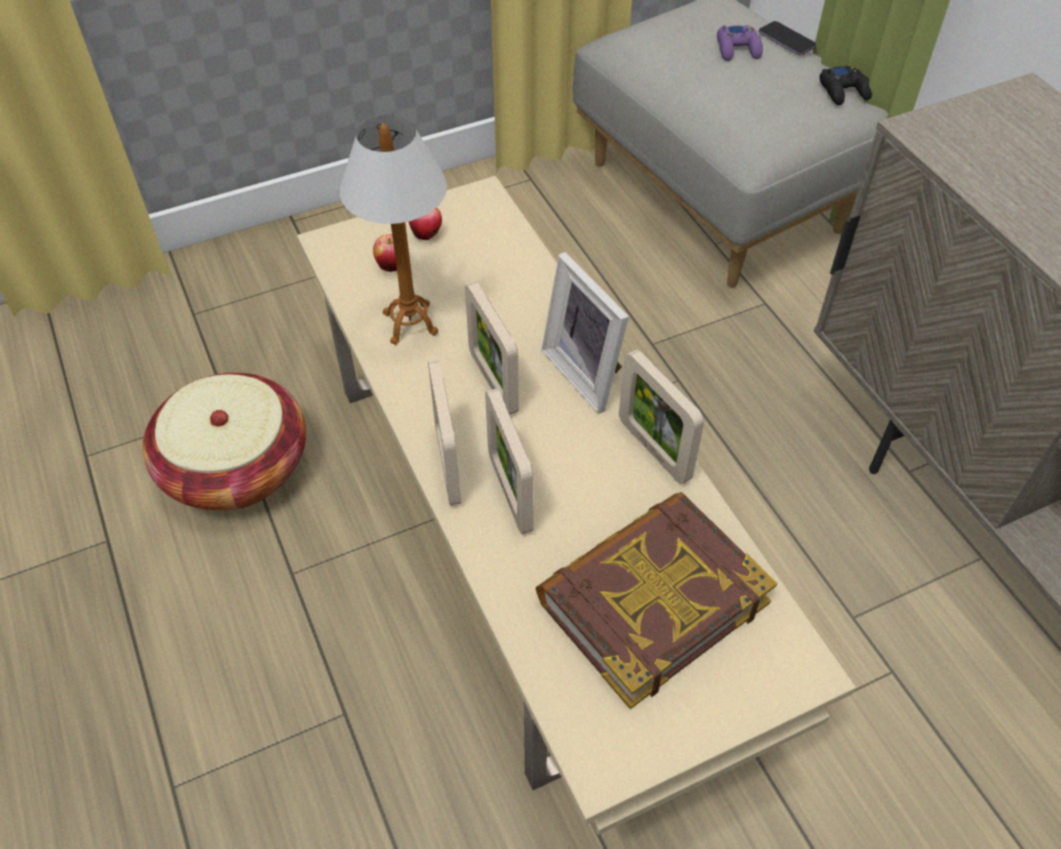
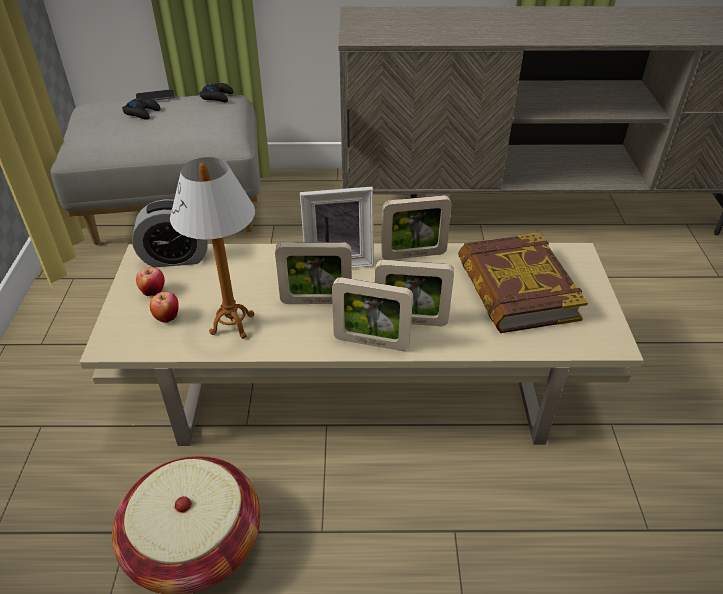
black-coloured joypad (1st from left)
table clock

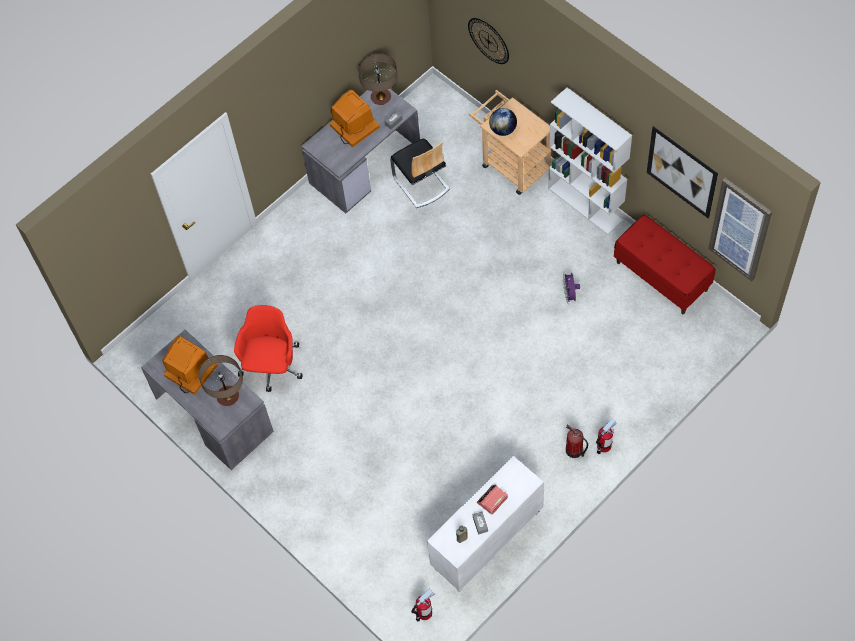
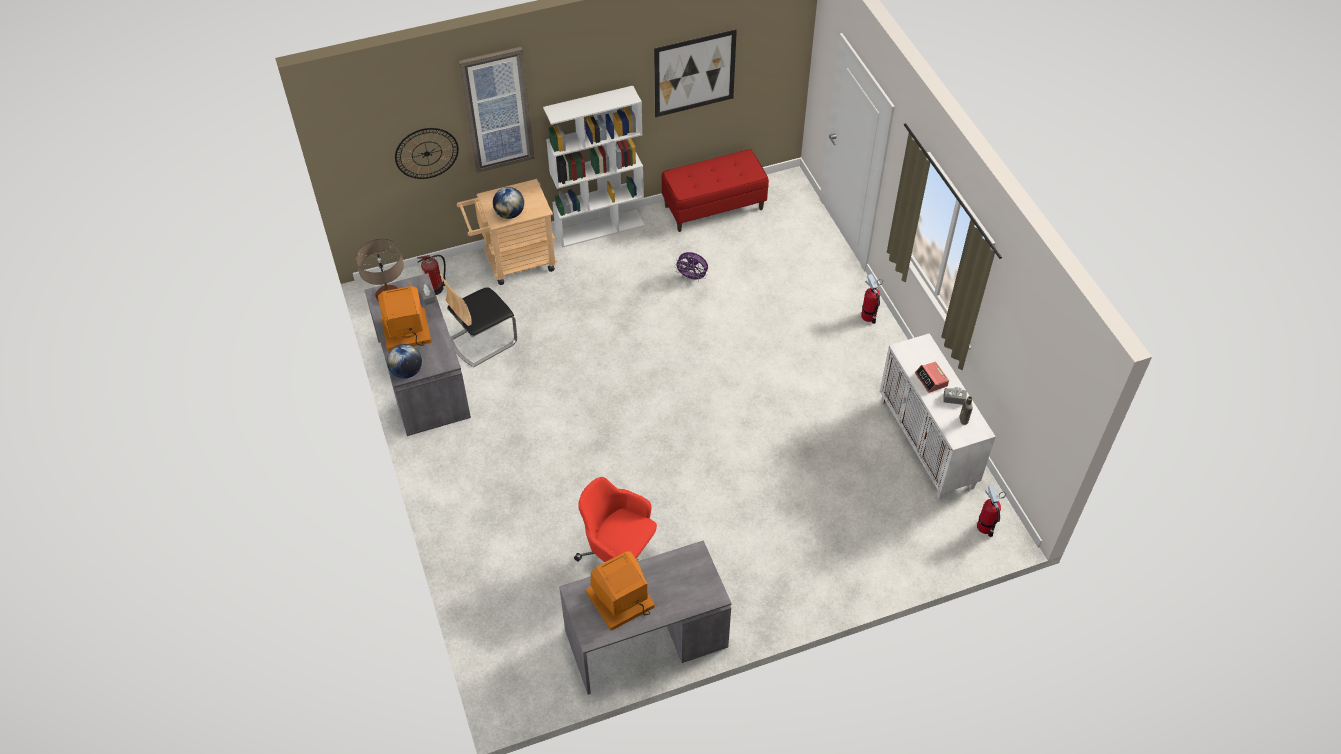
tabletop lamp (1st from left in the first image)
chair
fire-fighting cylinder (1st from left)
wall picture (1st from left)
globe (1st from left)

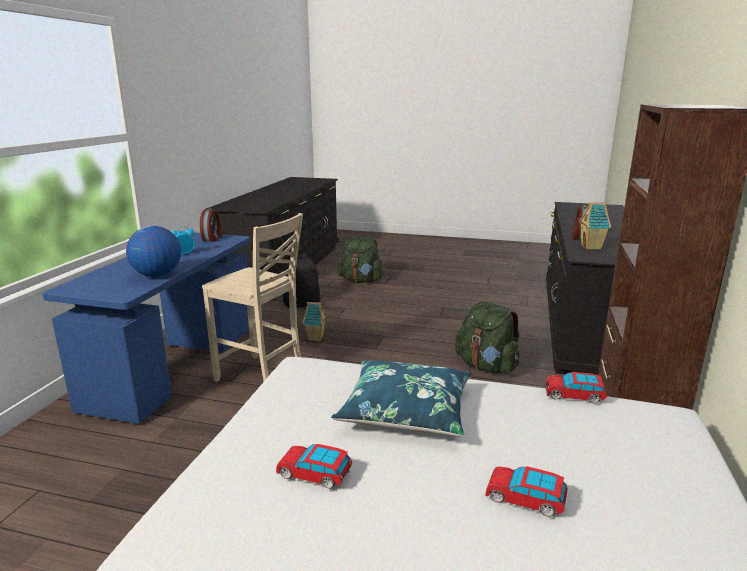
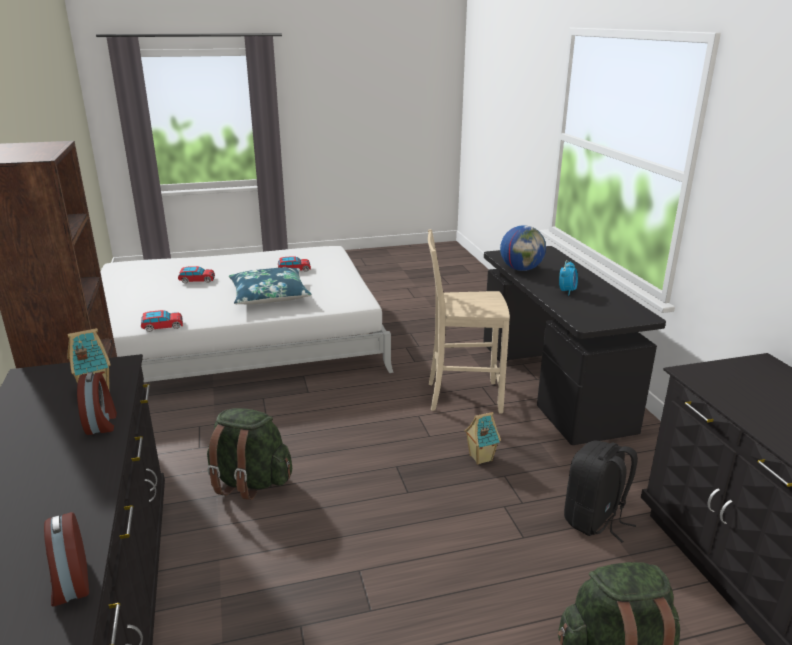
black-coloured desk
table clock (1st from left)

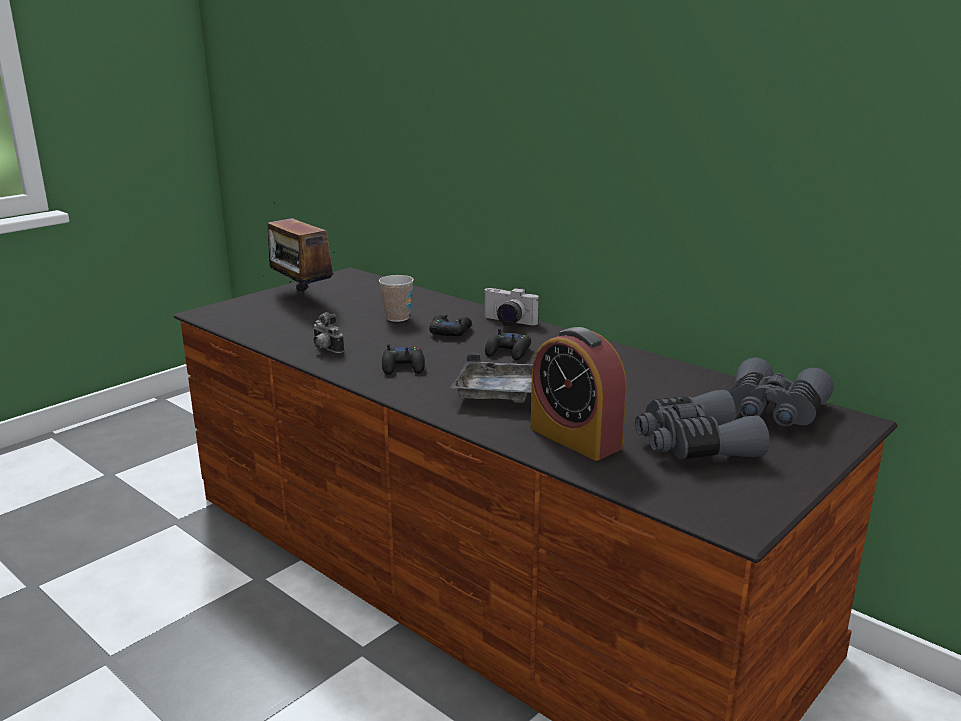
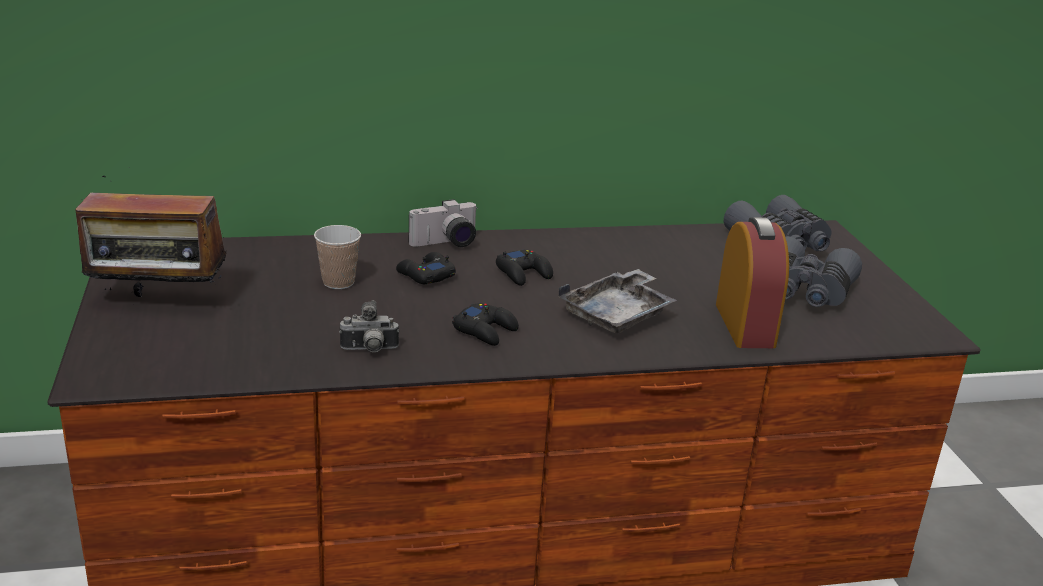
table clock

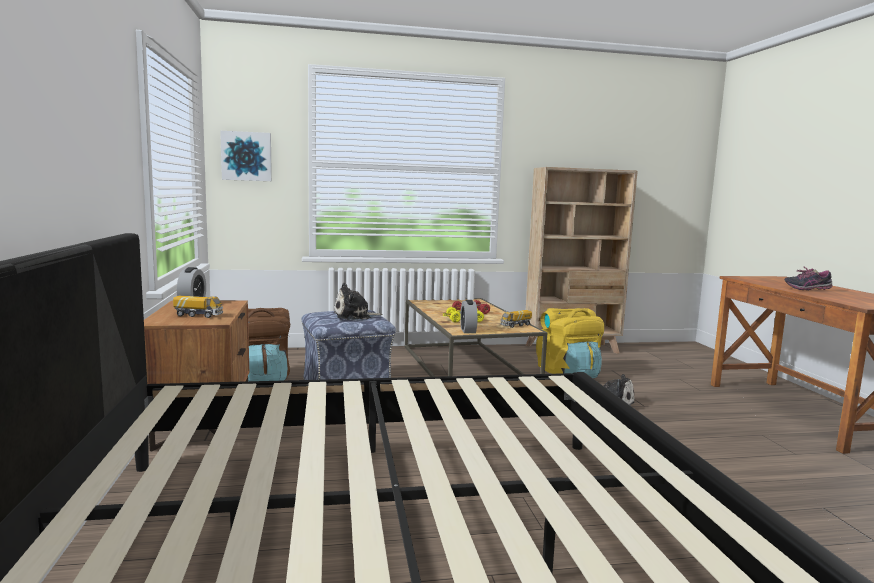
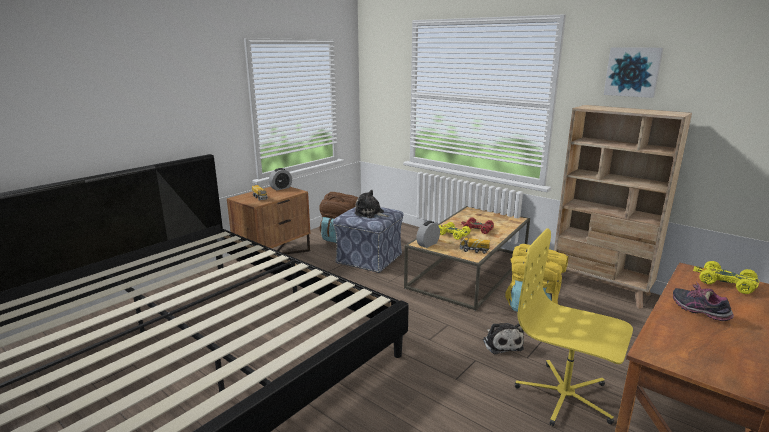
wall picture
yellow office chair
yellow toy car (2nd from left)

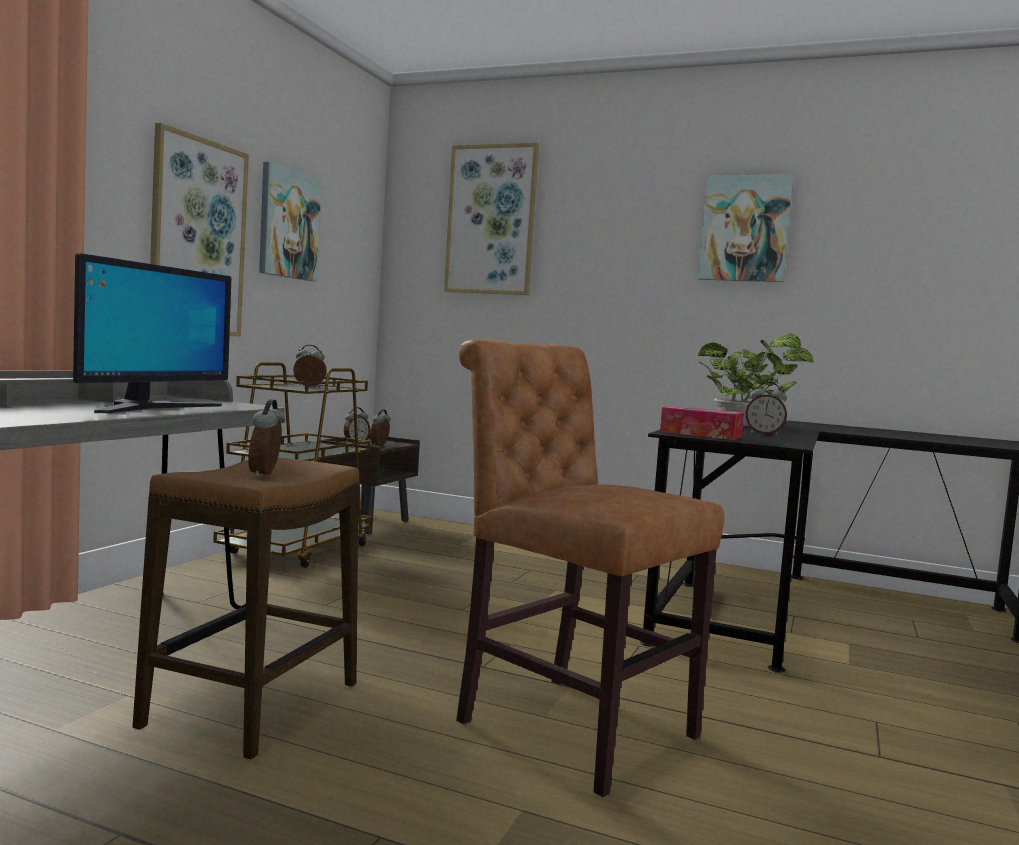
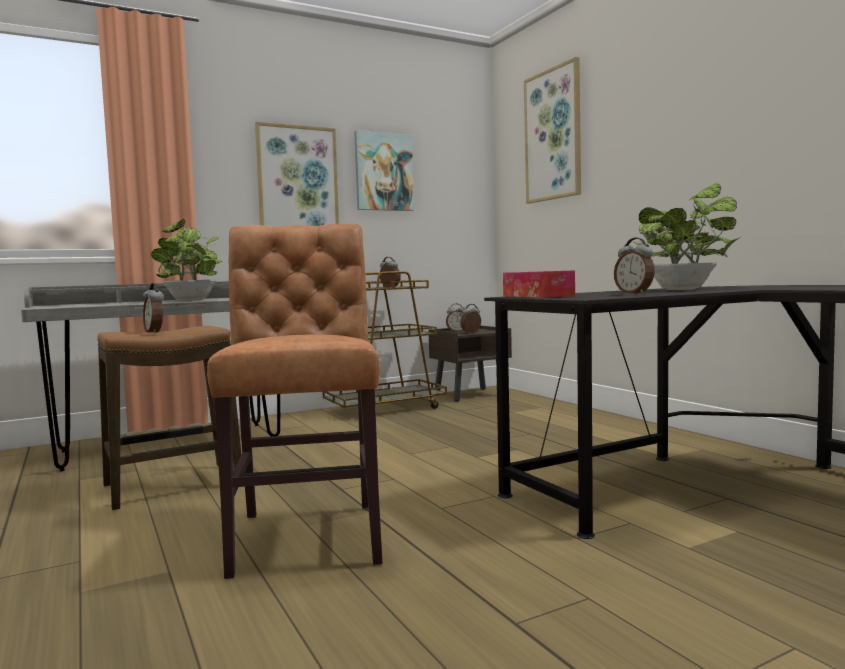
potted plant (1st from left)
table clock (1st from left)
wall picture (4th from left in the first image)

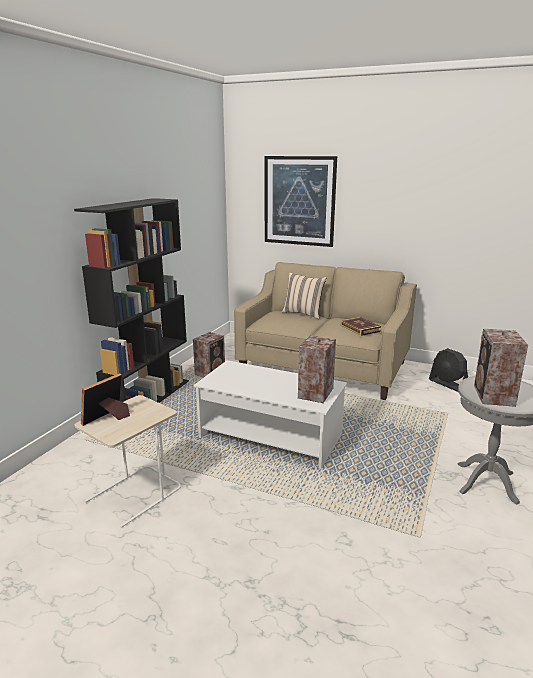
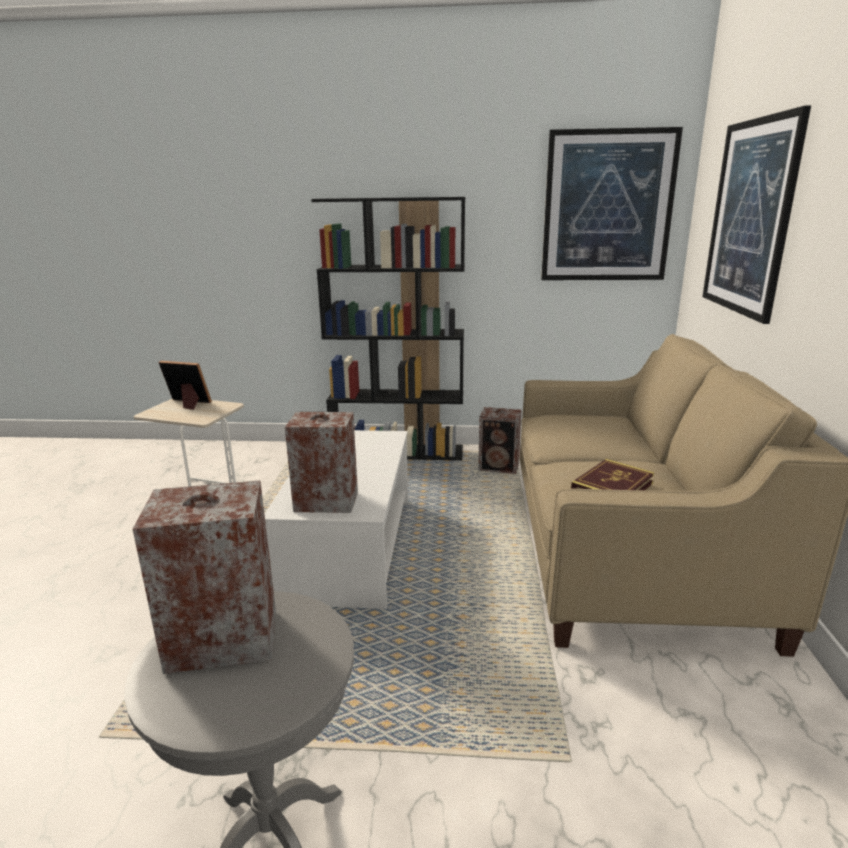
beige throw pillow
black-coloured fan
wall picture (1st from left)

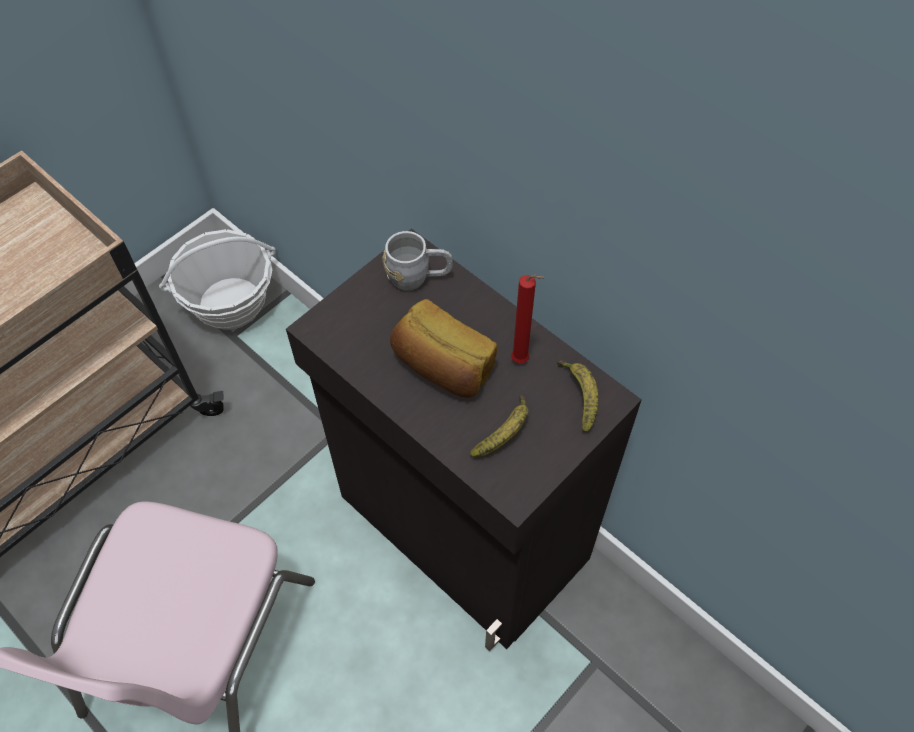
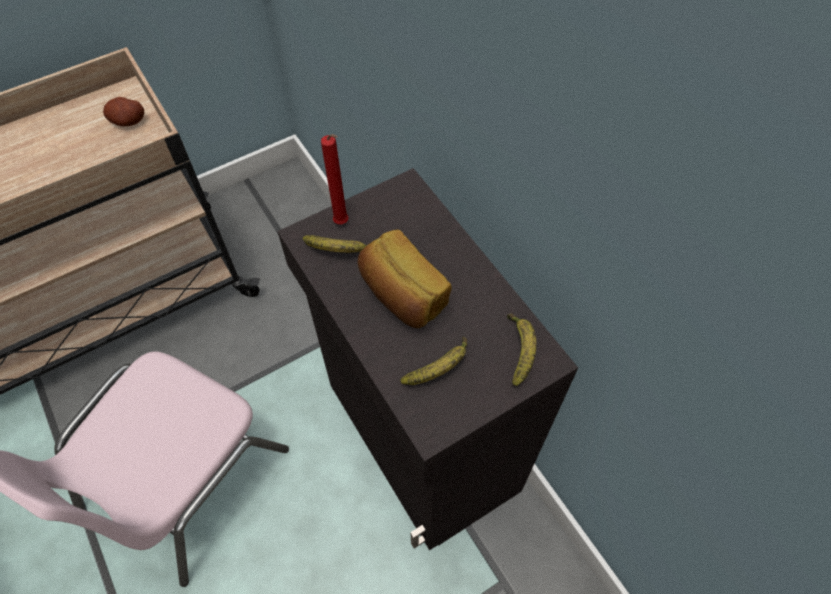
household basket
gray coffee mug
reddish candle
spud
banana fruit (1st from left)

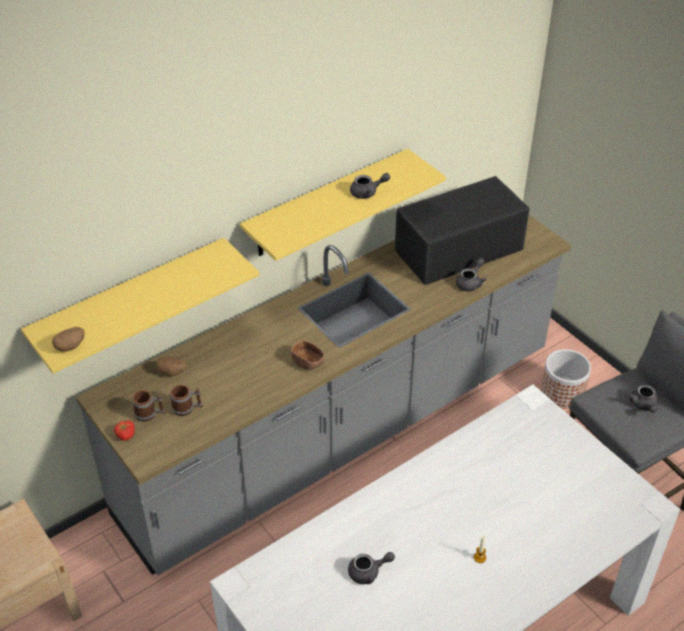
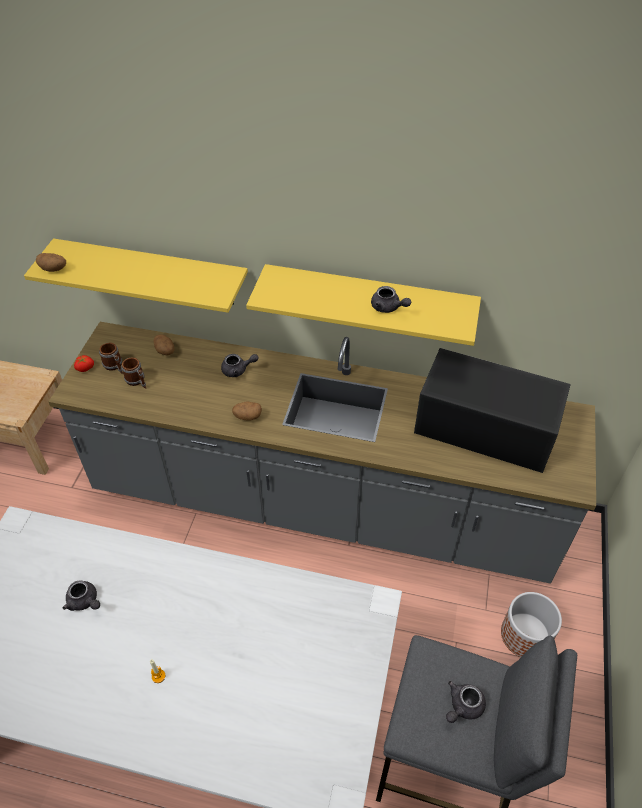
spud (3rd from left)
gray teapot (2nd from left)

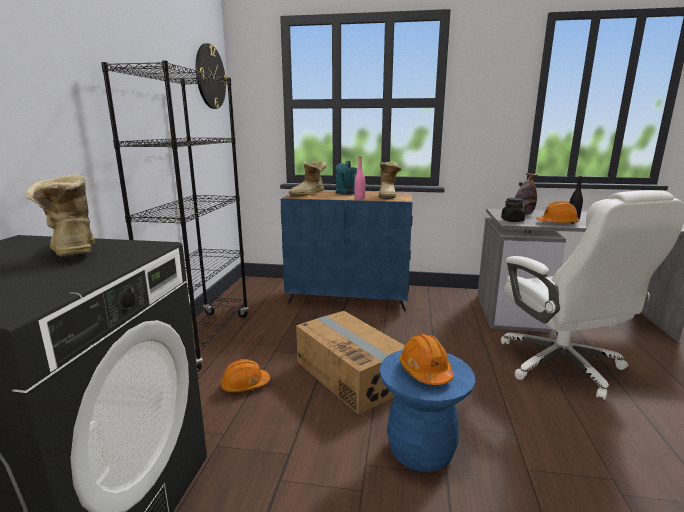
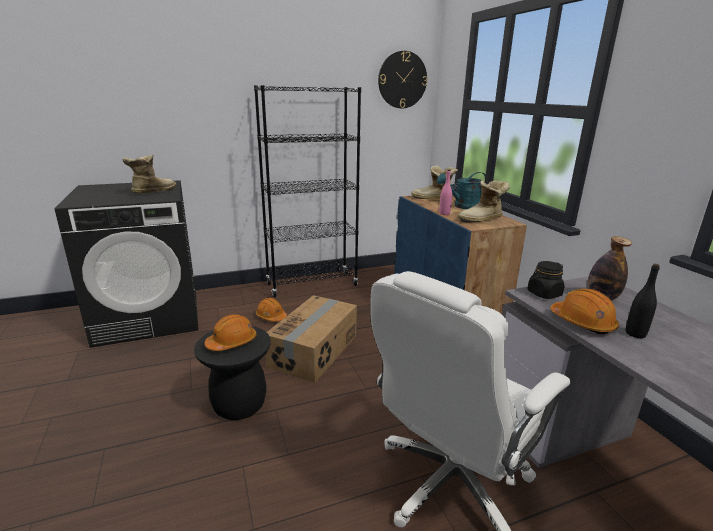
black-coloured sitting stool

